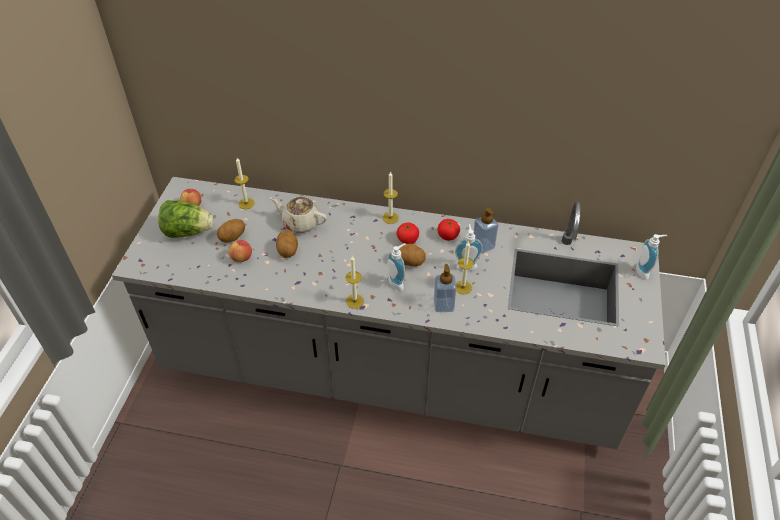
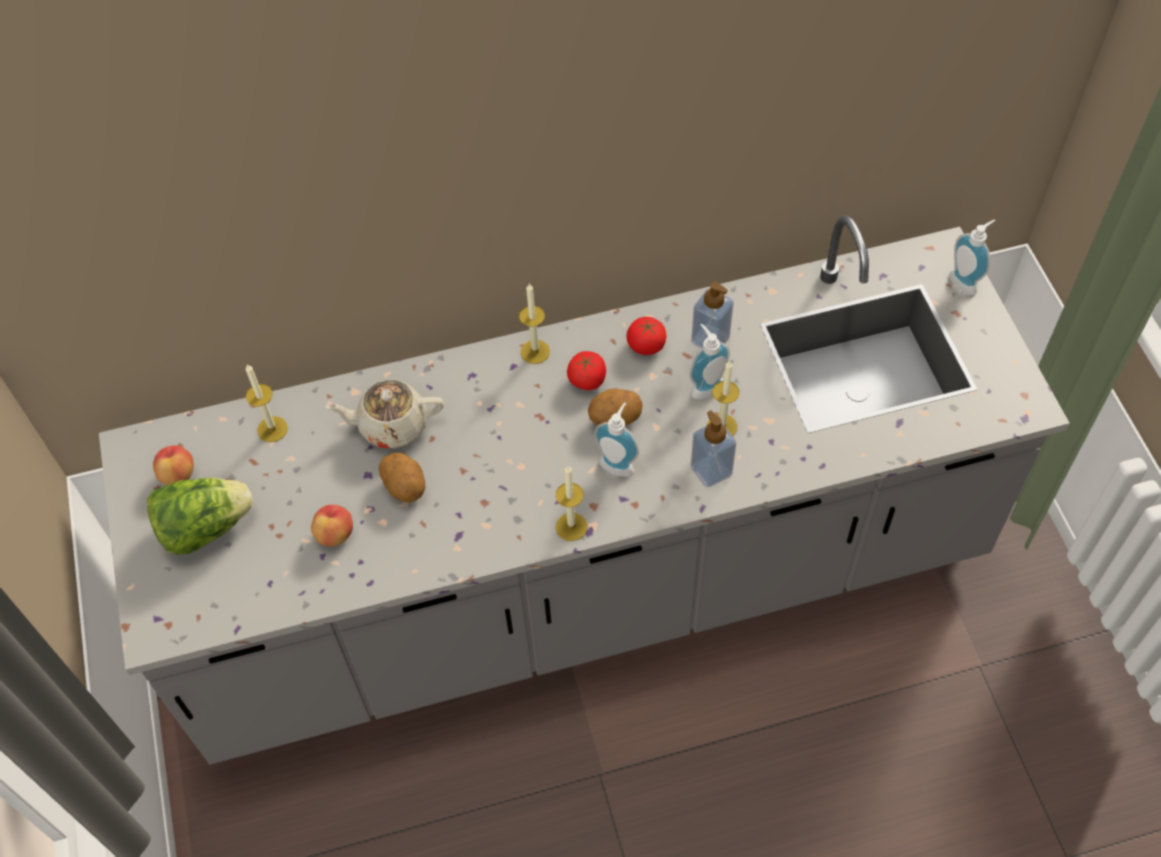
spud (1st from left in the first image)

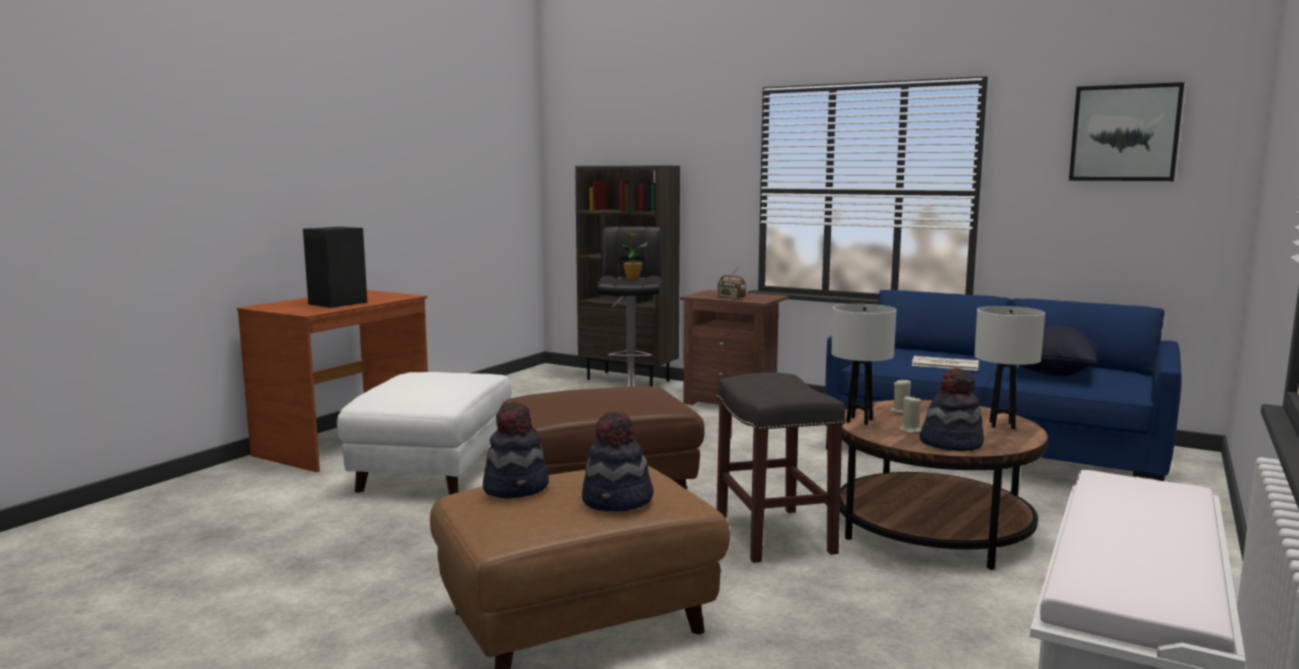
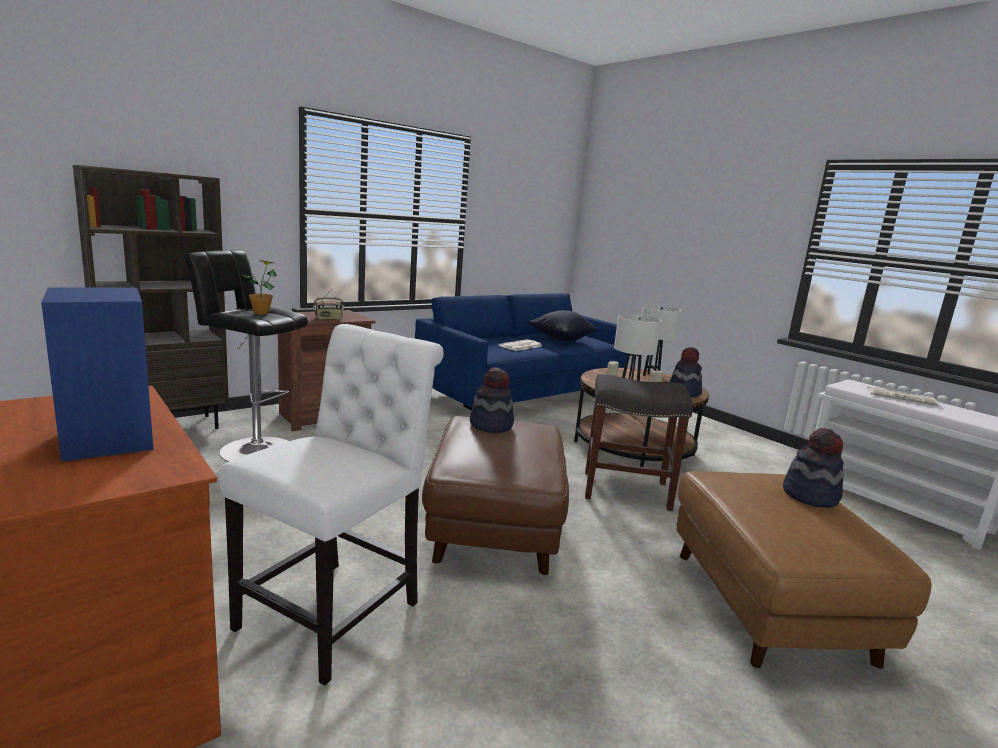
bluish audio speaker
white chair
hat (1st from left)
wall picture
daily paper (2nd from left)

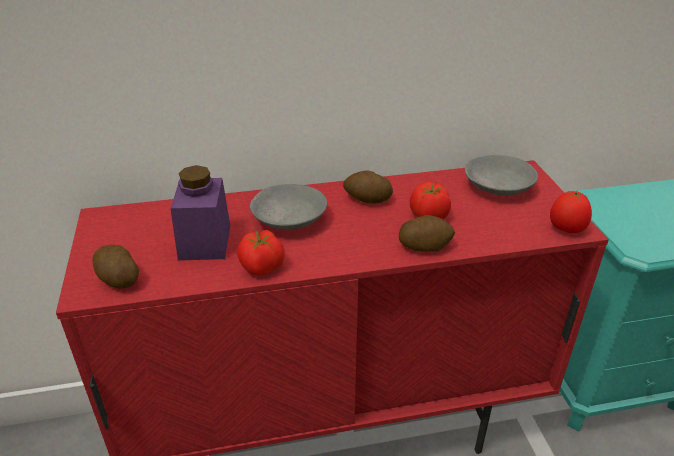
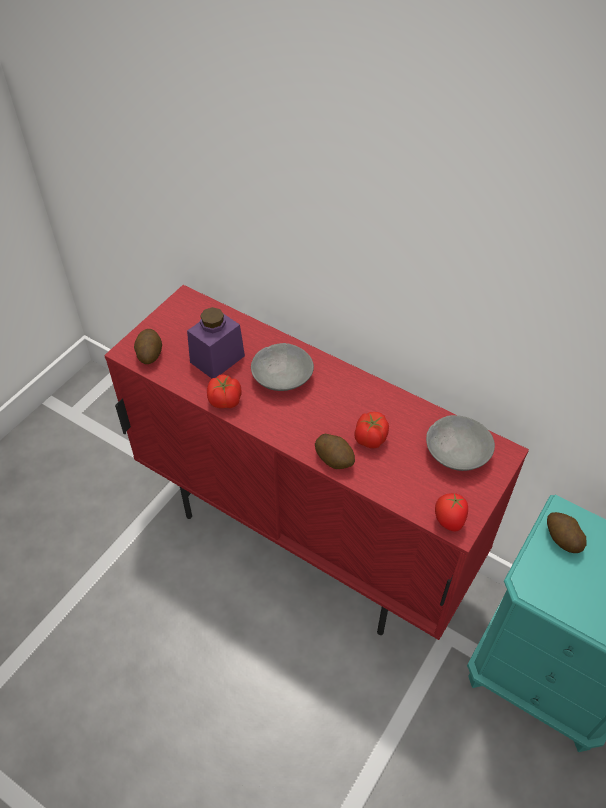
spud (3rd from left)

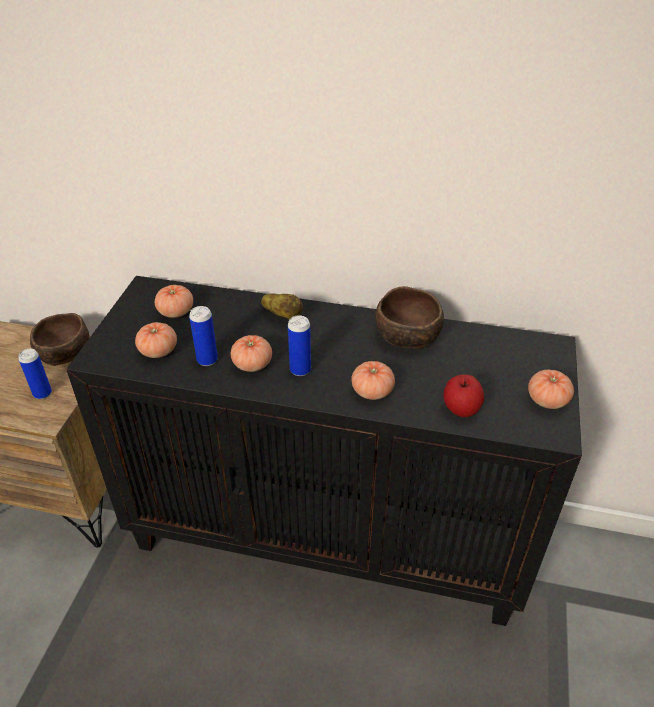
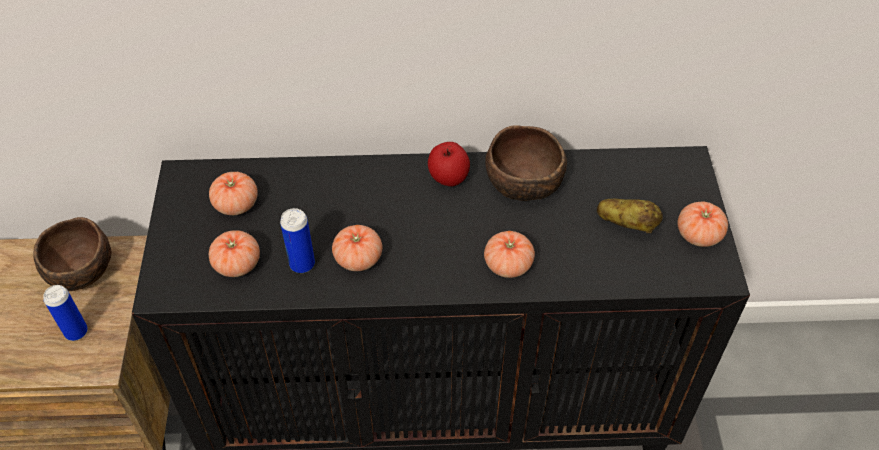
spud
can (3rd from left in the first image)
whole apple

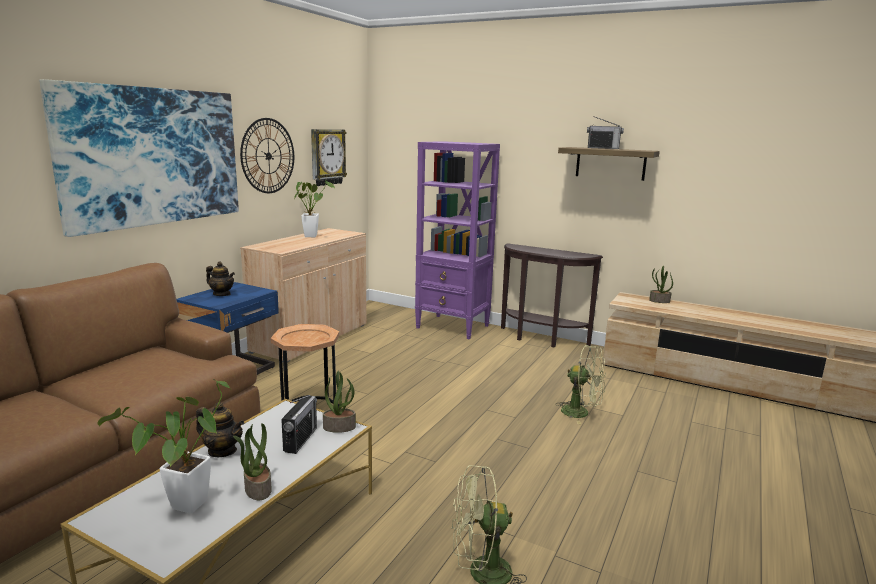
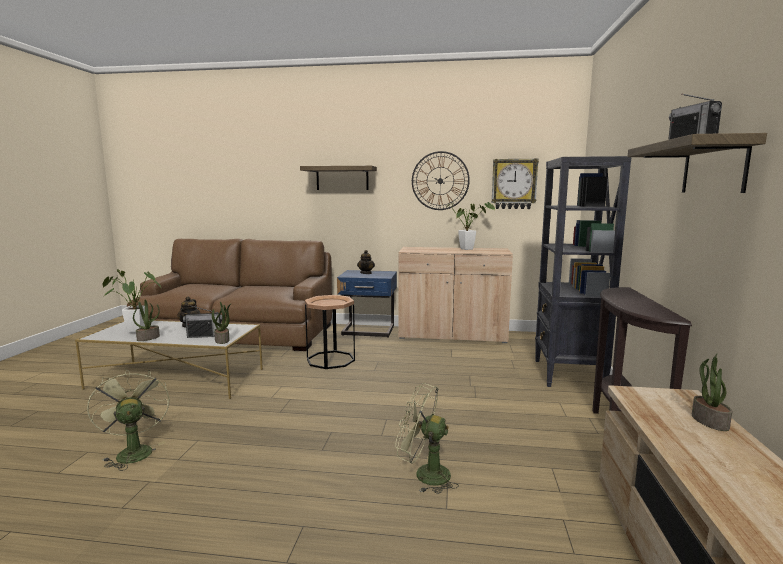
bracket shelf (1st from left)
black-coloured bookshelf
green-coloured fan (2nd from left)

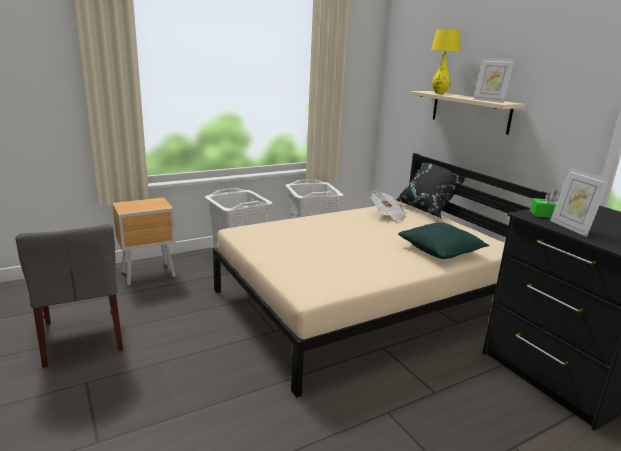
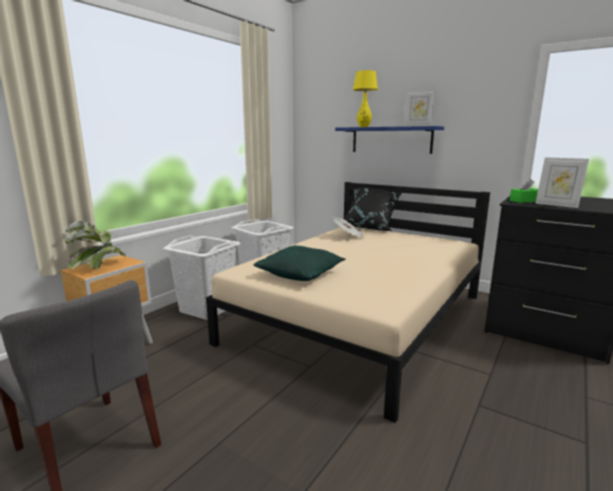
green-coloured throw pillow
bluish bracket shelf
potted plant

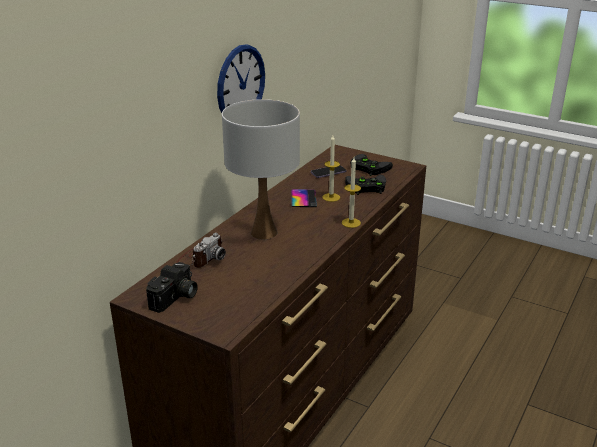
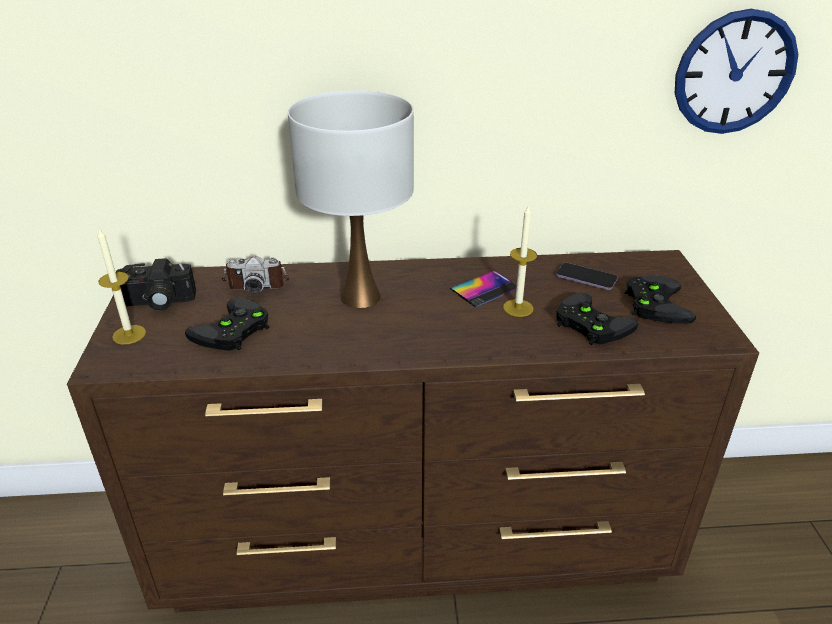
clock on the wall
candle (1st from left)
black-coloured joypad (1st from left)

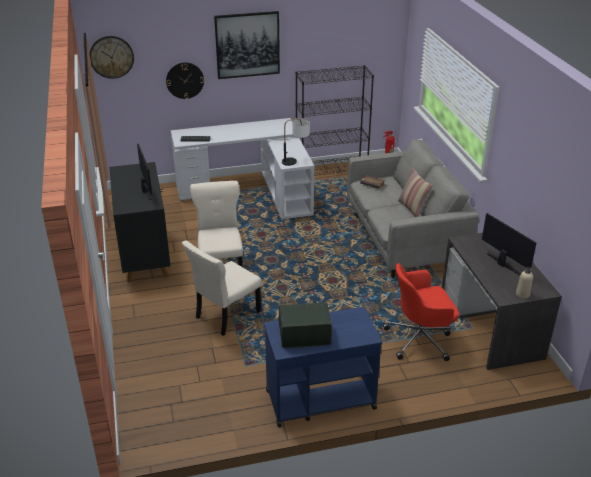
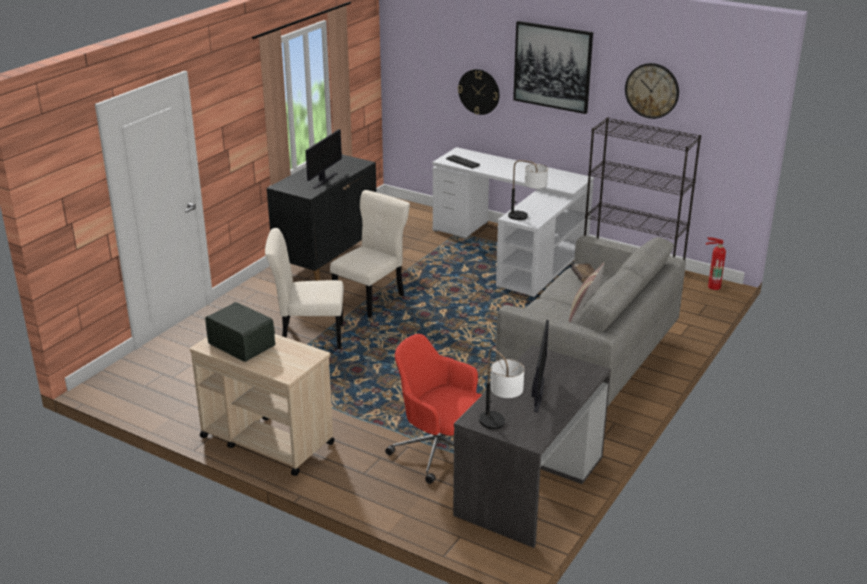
clock on the wall (2nd from left)
beige wheeled cart
tabletop lamp (1st from left)

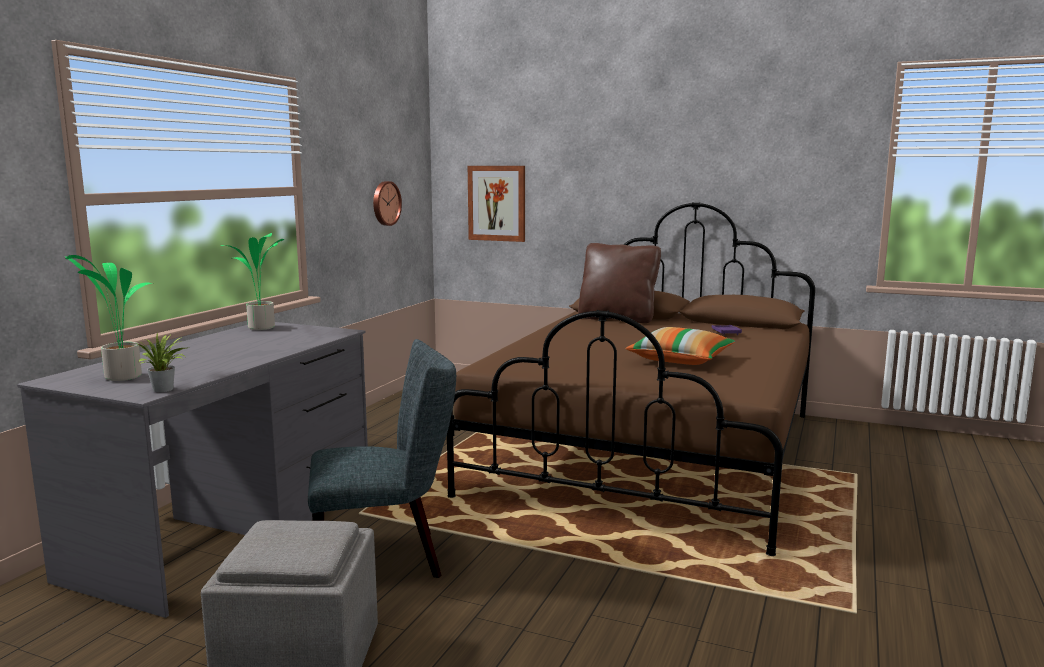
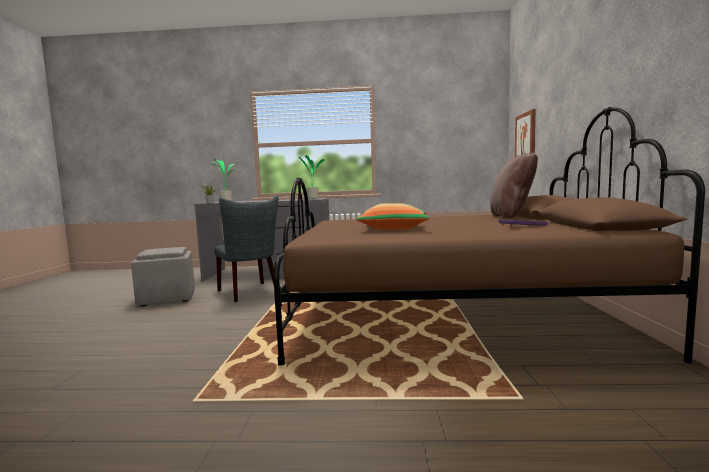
clock on the wall

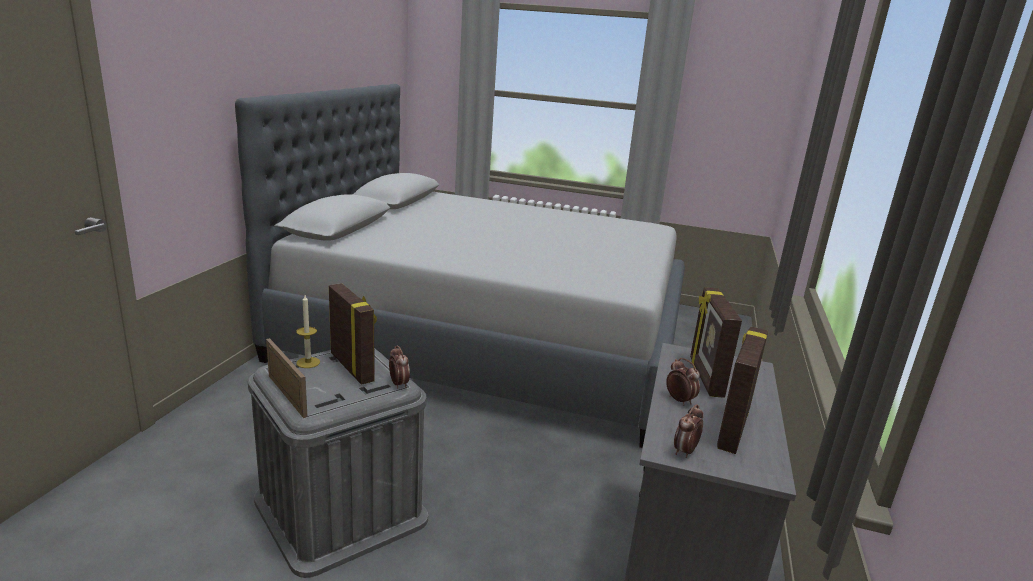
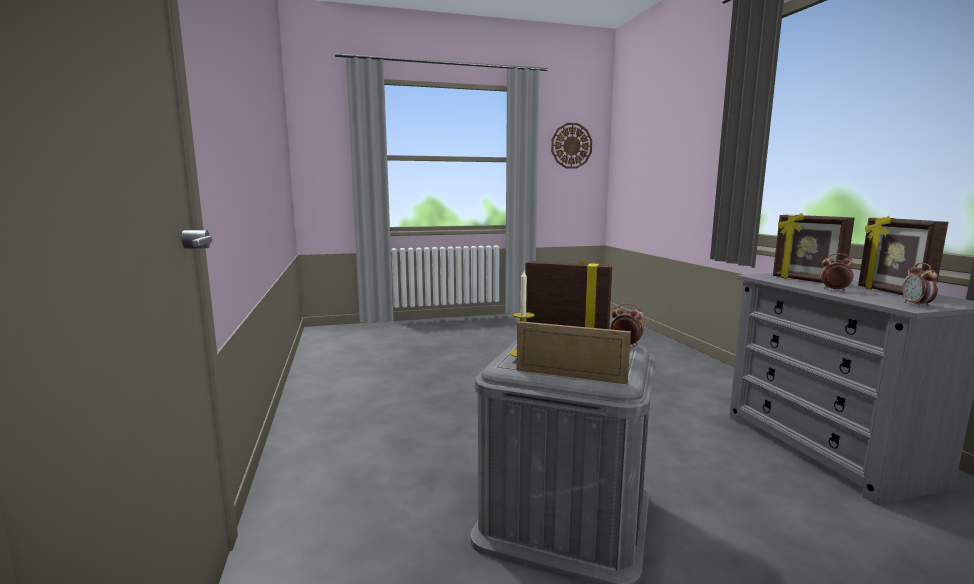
gray sleeping bed
clock on the wall

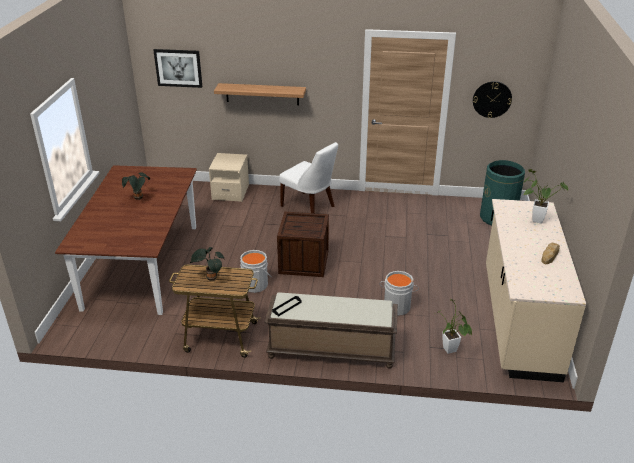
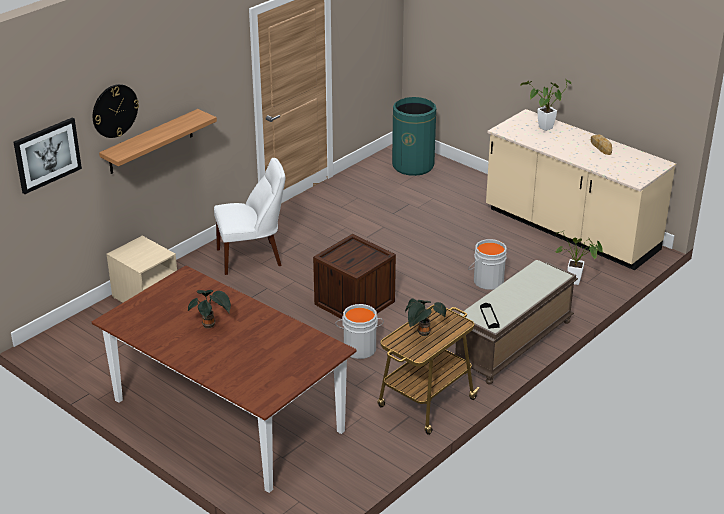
clock on the wall

